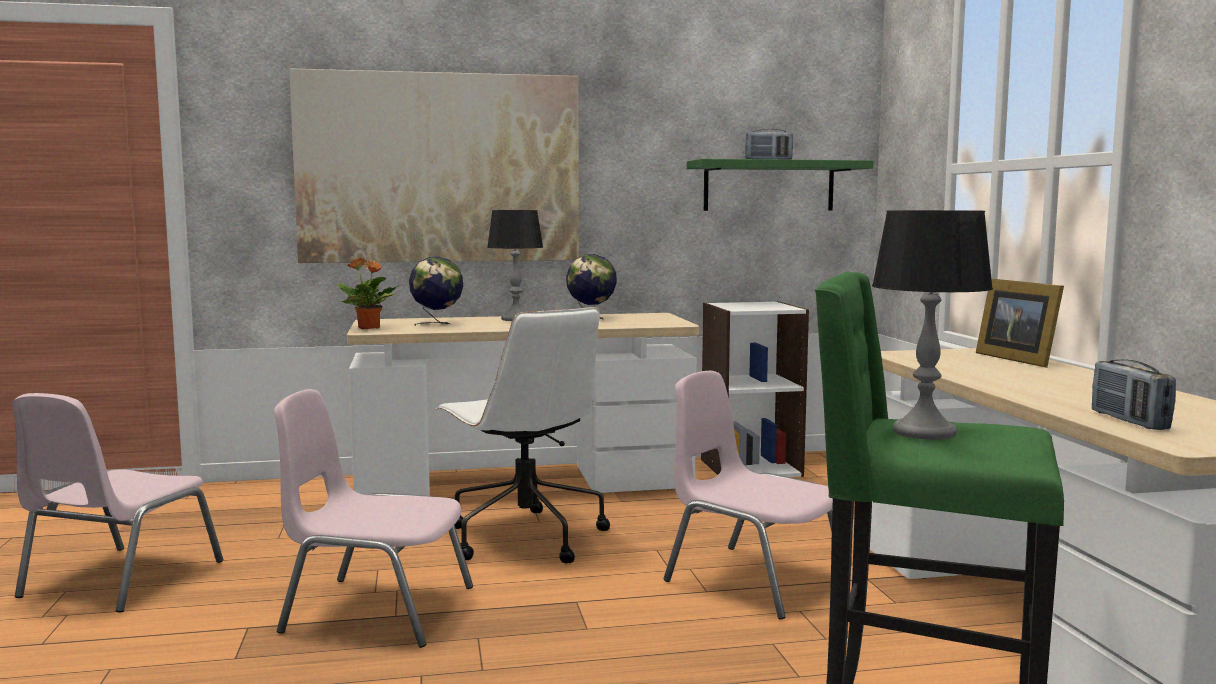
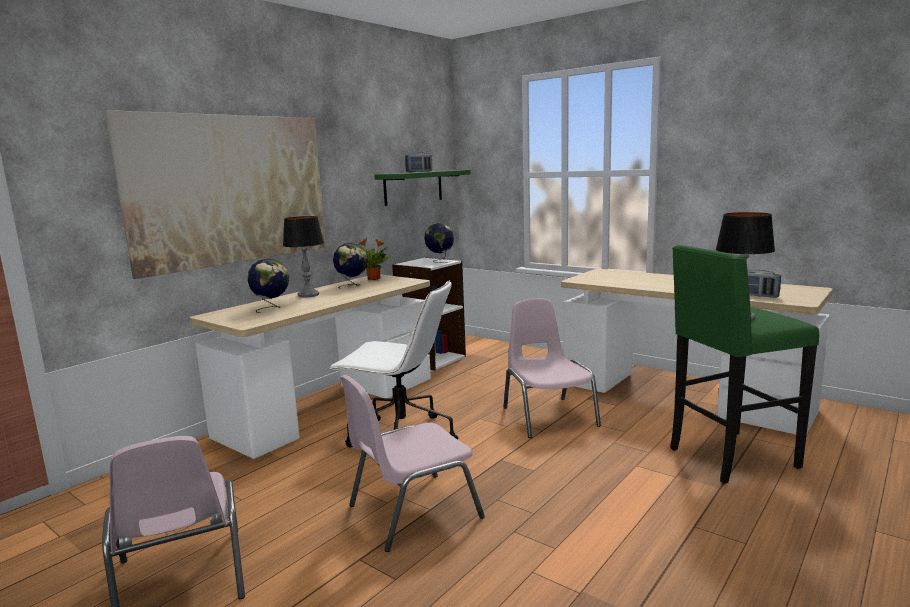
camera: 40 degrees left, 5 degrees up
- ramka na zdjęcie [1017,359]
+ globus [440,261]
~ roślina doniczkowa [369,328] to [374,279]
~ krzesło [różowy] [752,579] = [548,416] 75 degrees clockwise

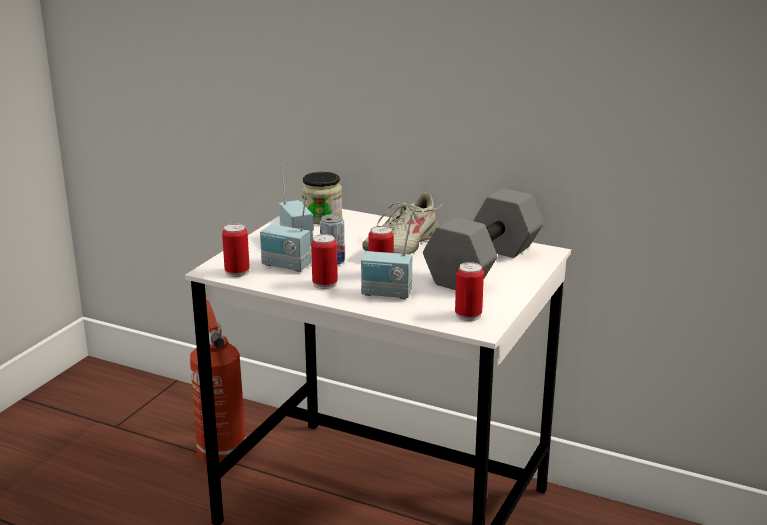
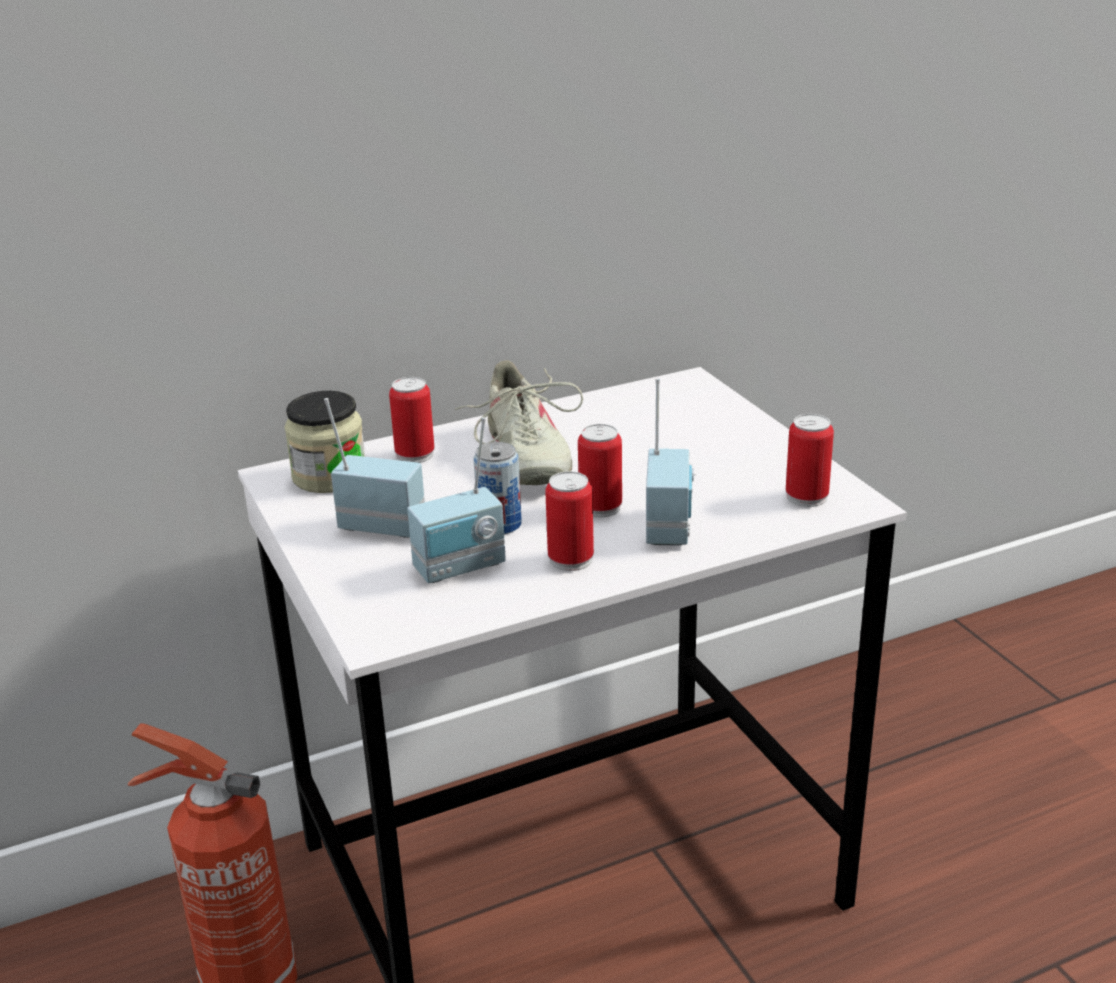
camera: 50 degrees left, 5 degrees up
- hantel [szary] [484,266]
~ puszka [237,272] to [415,454]
~ radio [386,294] = [671,527] 45 degrees counterclockwise

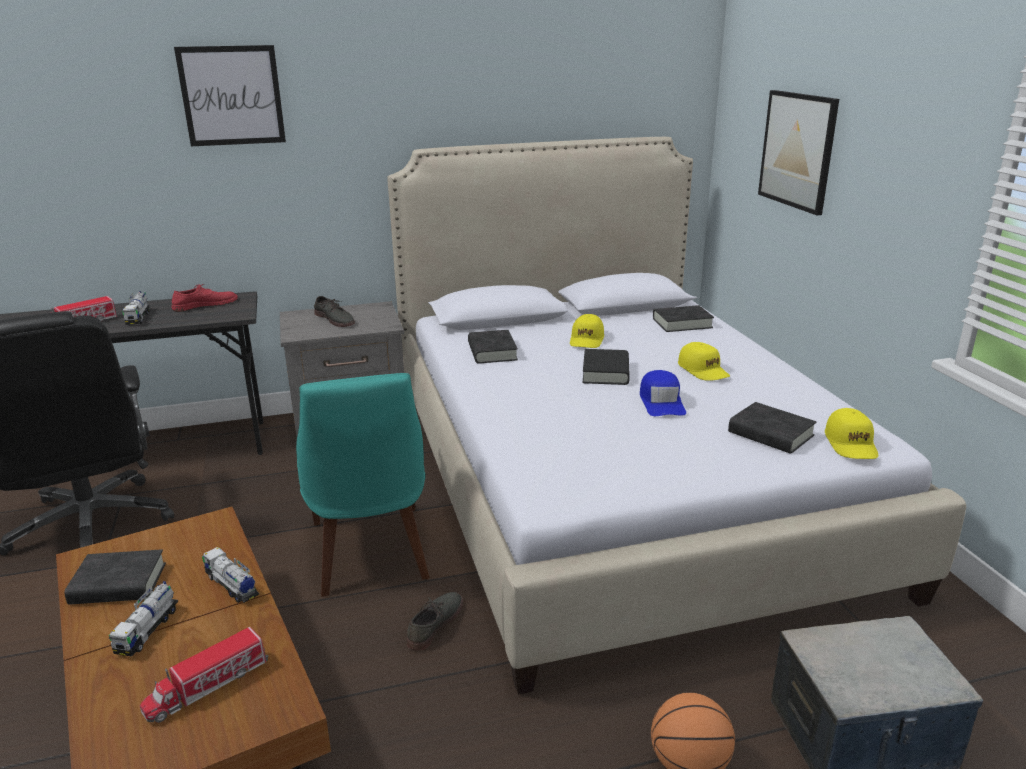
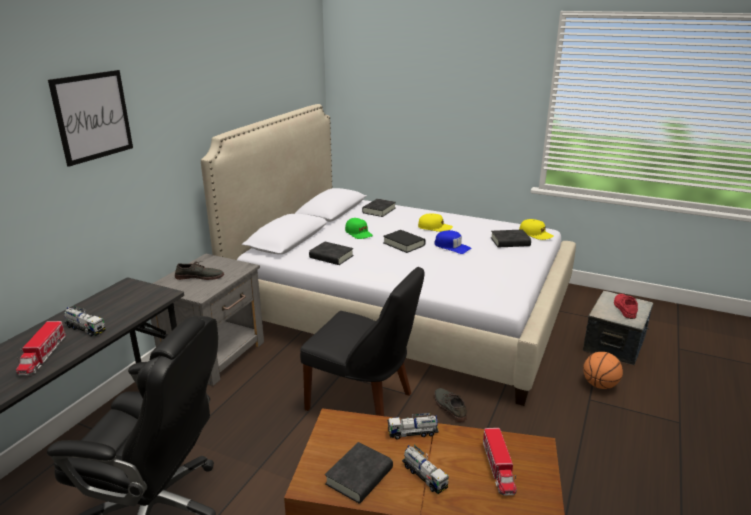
camera: 50 degrees left, 0 degrees up
- obraz [797,150]
~ but [czerwony] [205,305] to [624,308]
~ krzesło [turkusowy] [370,554] to krzesło [czarny] [364,402]
~ czapka z daszkiem [żółty] [587,340] to czapka z daszkiem [zielony] [359,233]

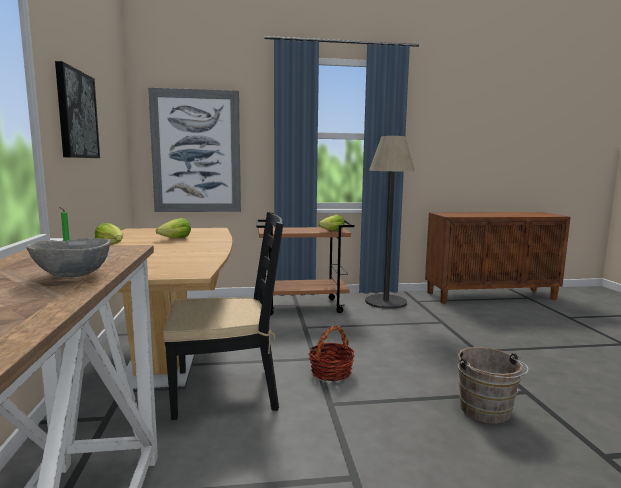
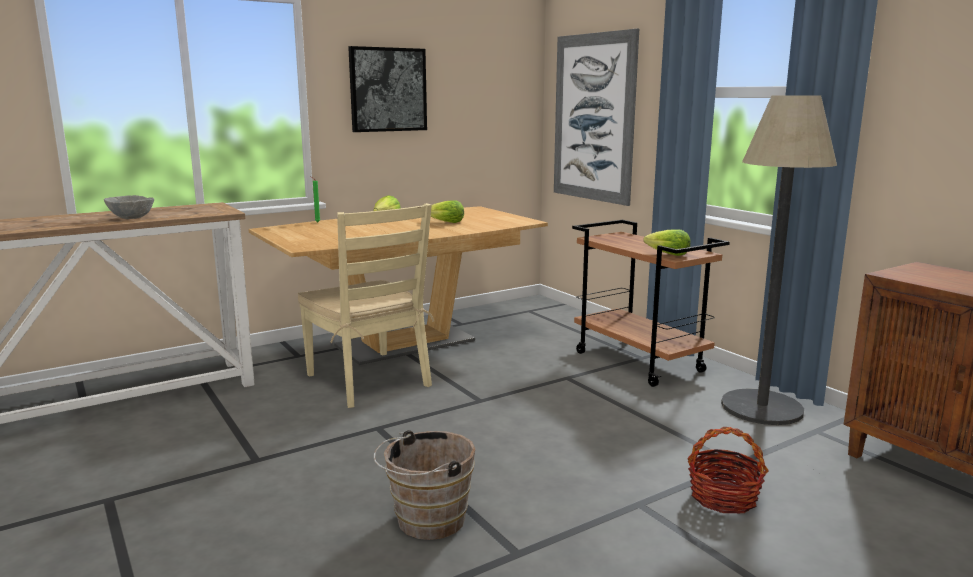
camera: 65 degrees right, 5 degrees up
~ koszyk [331,372] to [723,497]
~ krzesło [czarny] [227,391] to krzesło [beżowy] [369,380]

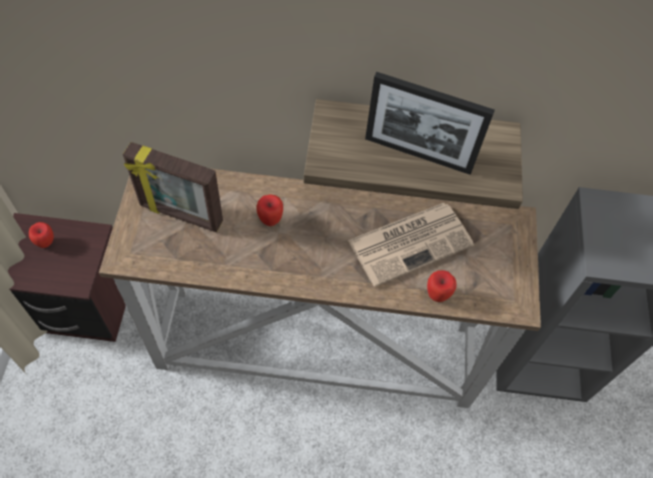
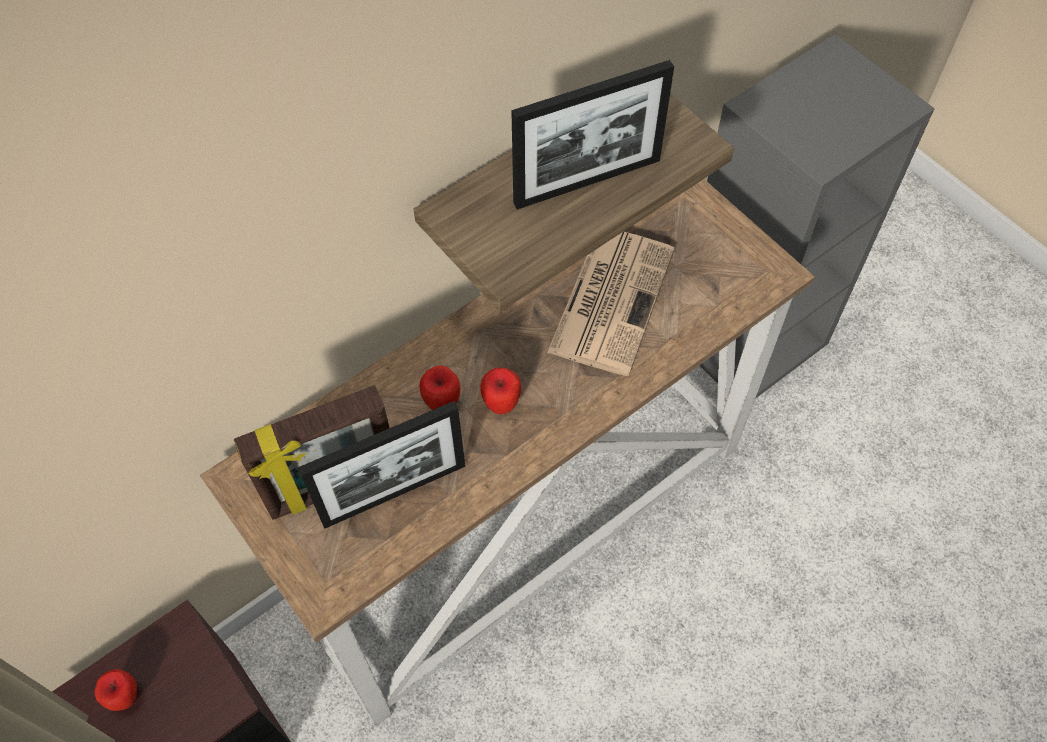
camera: 40 degrees left, 0 degrees up
+ ramka na zdjęcie [394,493]
~ jabłko [437,295] to [501,404]

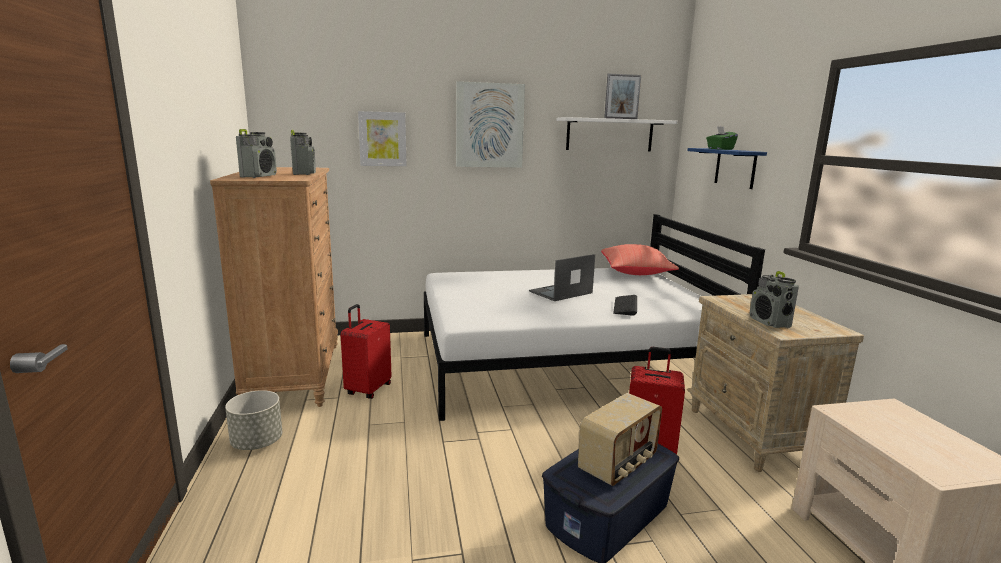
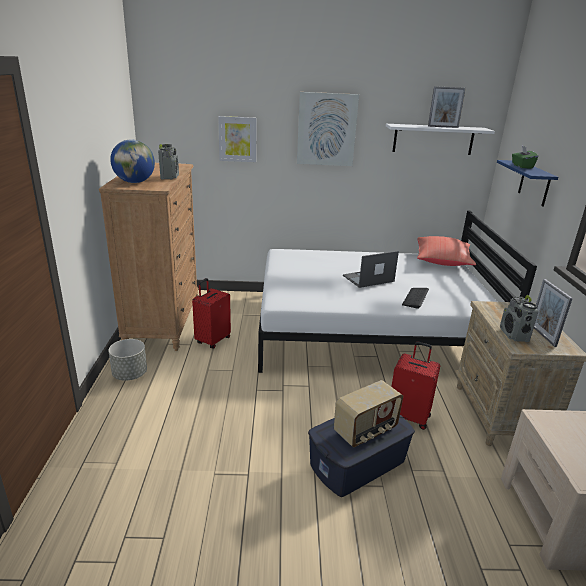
camera: 10 degrees right, 10 degrees up
+ ramka na zdjęcie [542,335]
~ radio [259,176] to globus [134,182]

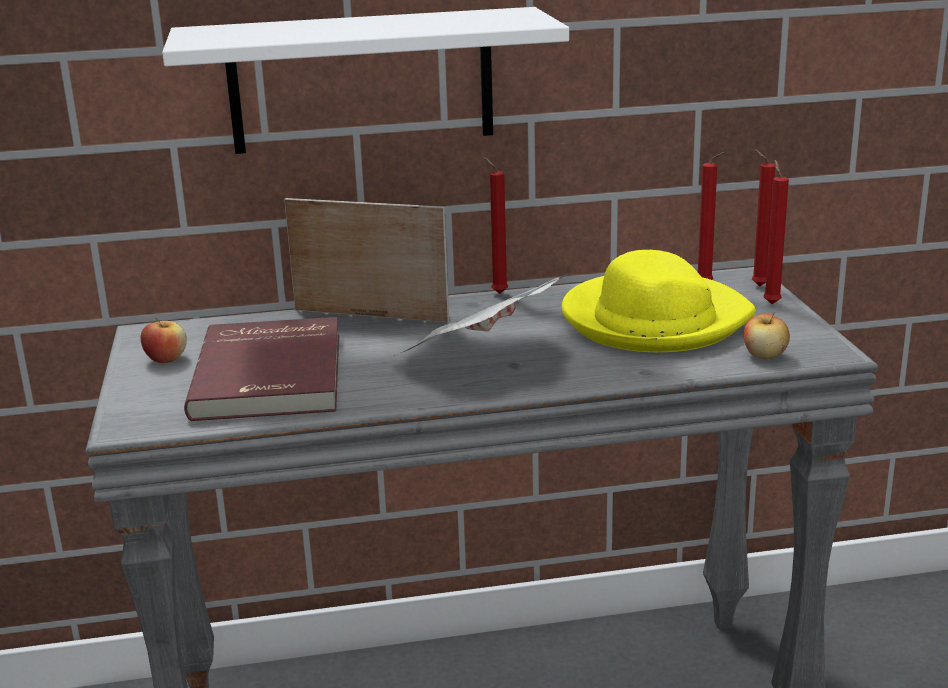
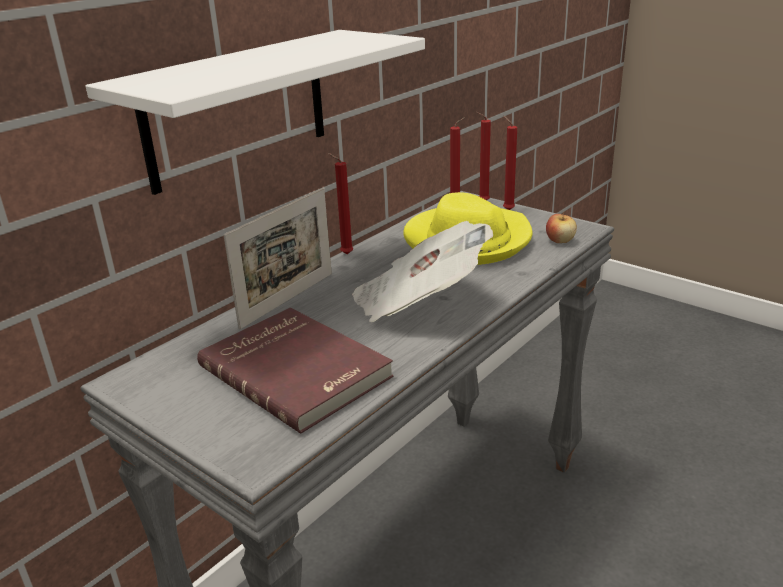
camera: 40 degrees left, 5 degrees up
- jabłko [166,359]
~ ramka na zdjęcie [370,316] = [288,299] 150 degrees clockwise

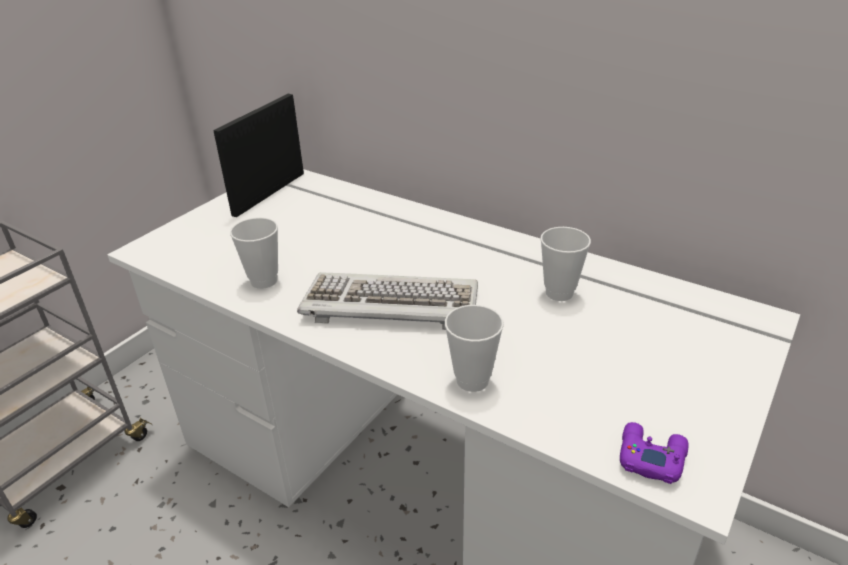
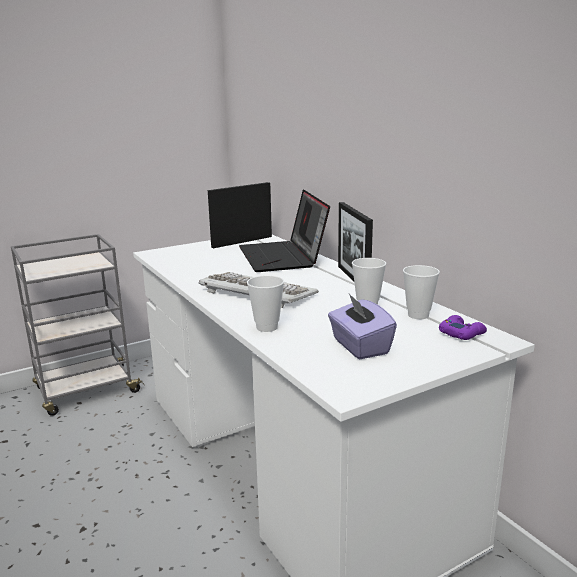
camera: 25 degrees right, 15 degrees down
+ laptop [283,257]
+ pudełko chusteczek [fioletowy] [359,346]
+ ramka na zdjęcie [353,278]
~ filiżanka [264,281] to [418,315]
~ pad do gier [fioletowy] [650,457] to [461,333]

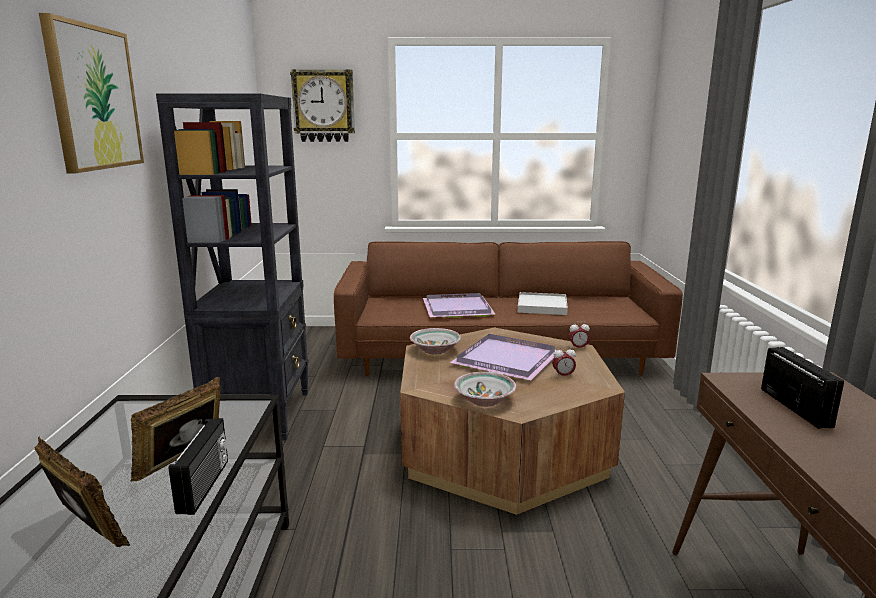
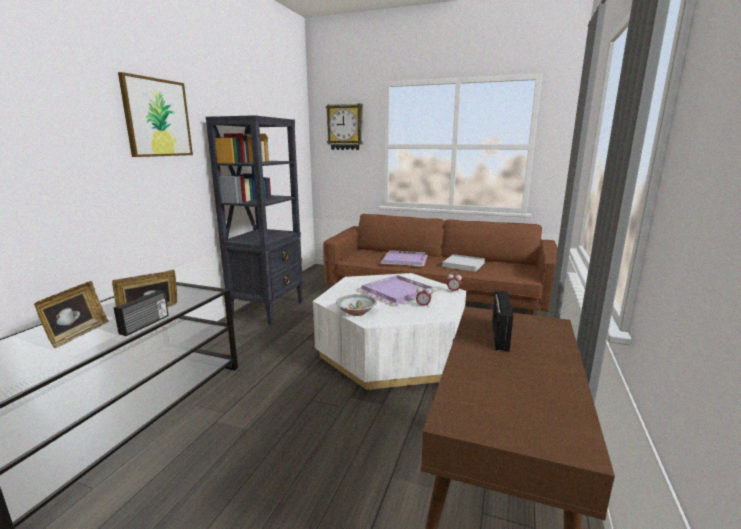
camera: 20 degrees right, 0 degrees up
- miska [435,350]
~ ława [brązowy] [502,448] to ława [biały] [391,351]
~ ramka na zdjęcie [86,532] = [77,334] 45 degrees clockwise

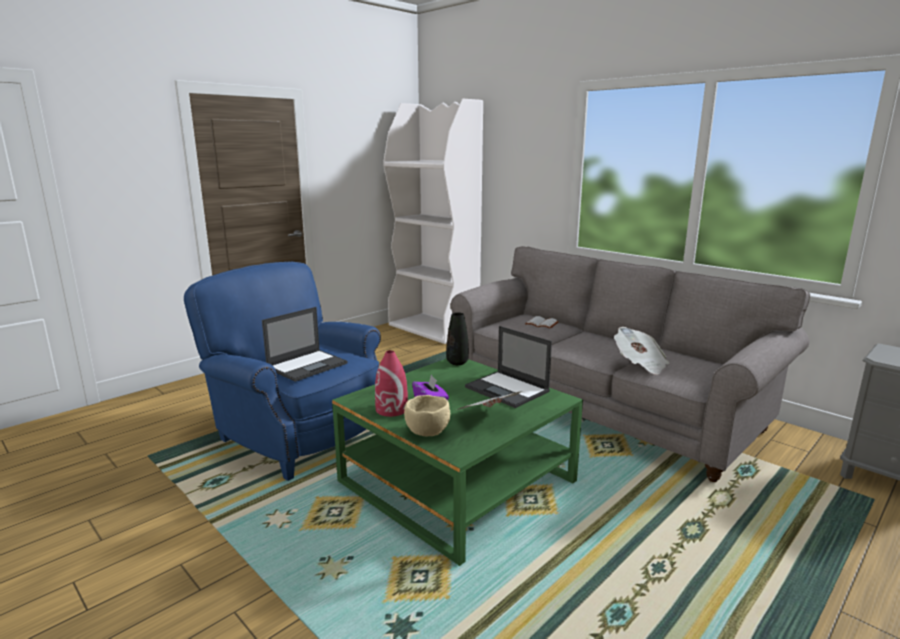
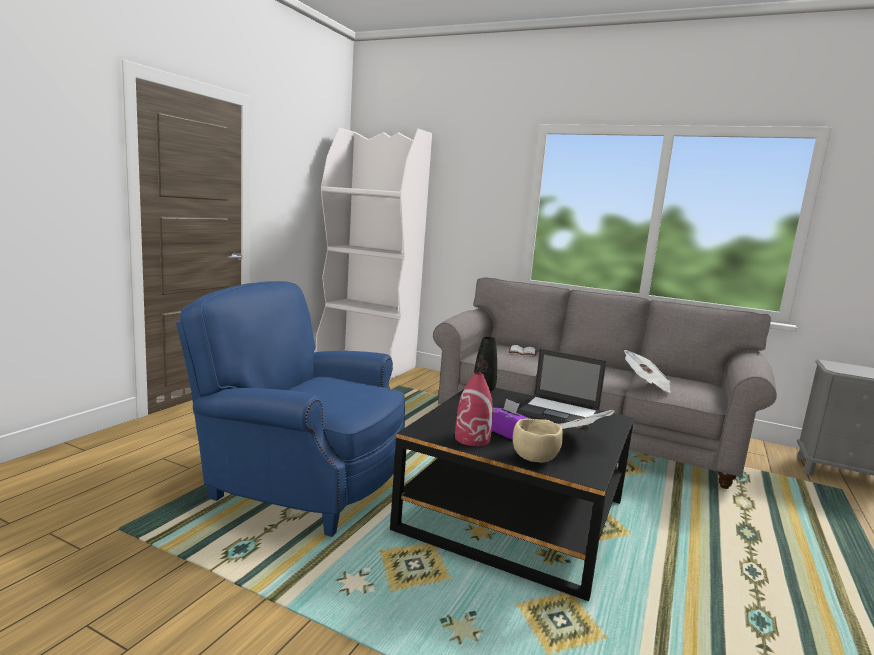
camera: 20 degrees left, 5 degrees down
- laptop [307,365]
~ ława [zielony] [457,482] to ława [czarny] [514,515]

